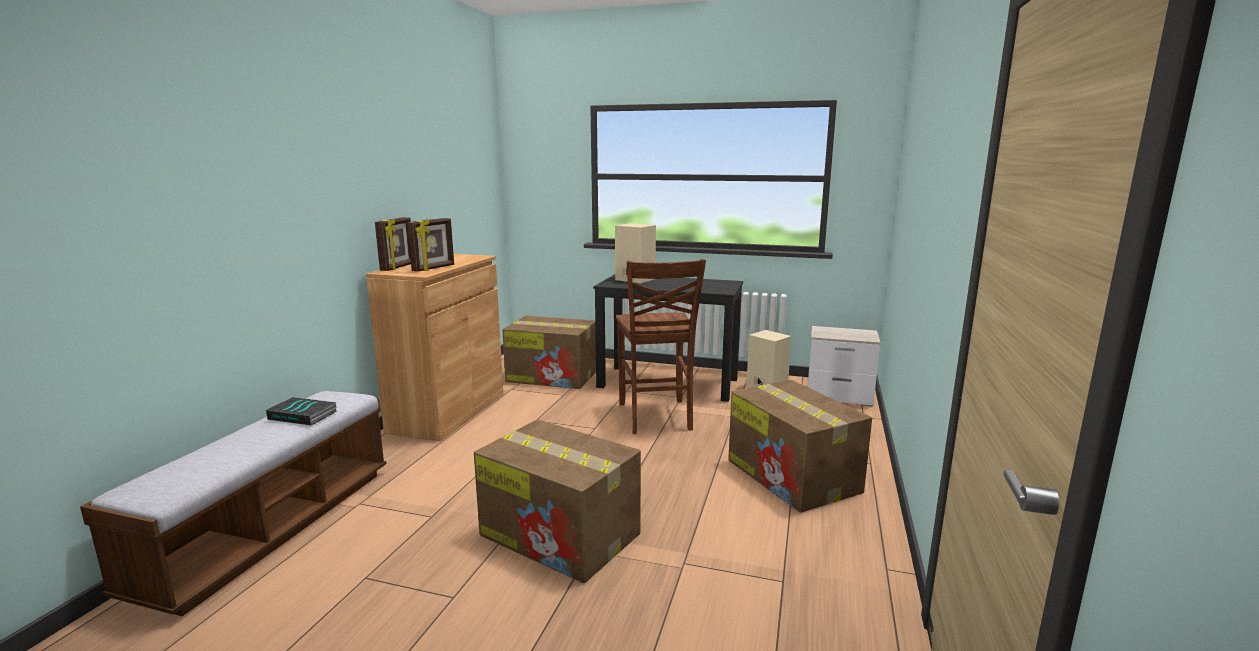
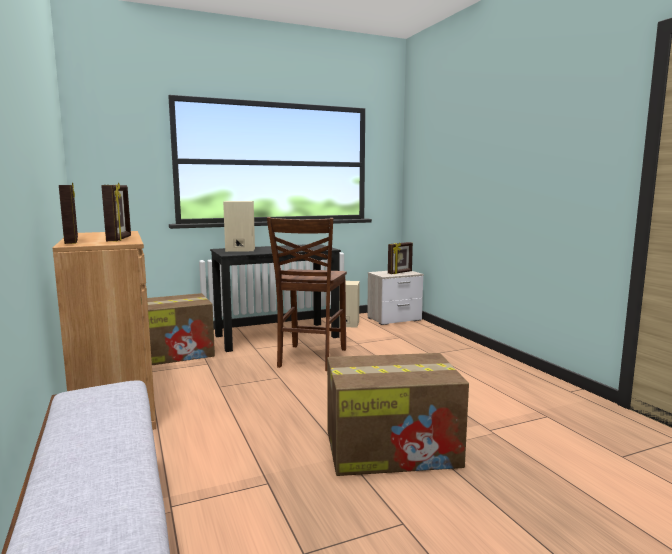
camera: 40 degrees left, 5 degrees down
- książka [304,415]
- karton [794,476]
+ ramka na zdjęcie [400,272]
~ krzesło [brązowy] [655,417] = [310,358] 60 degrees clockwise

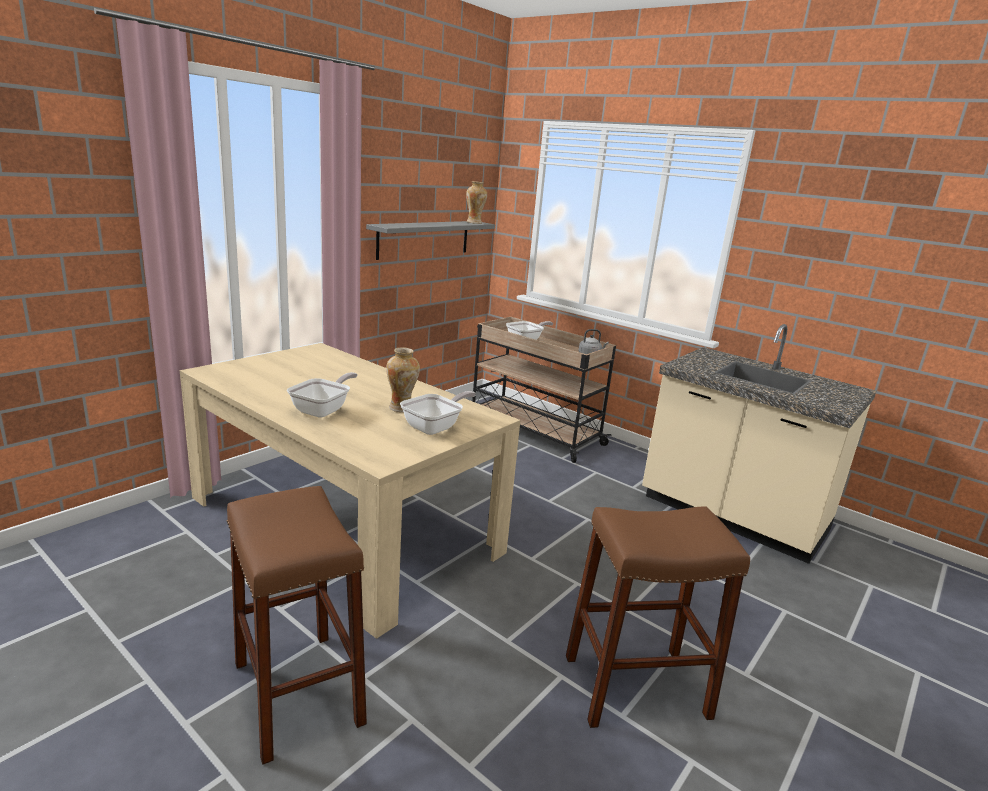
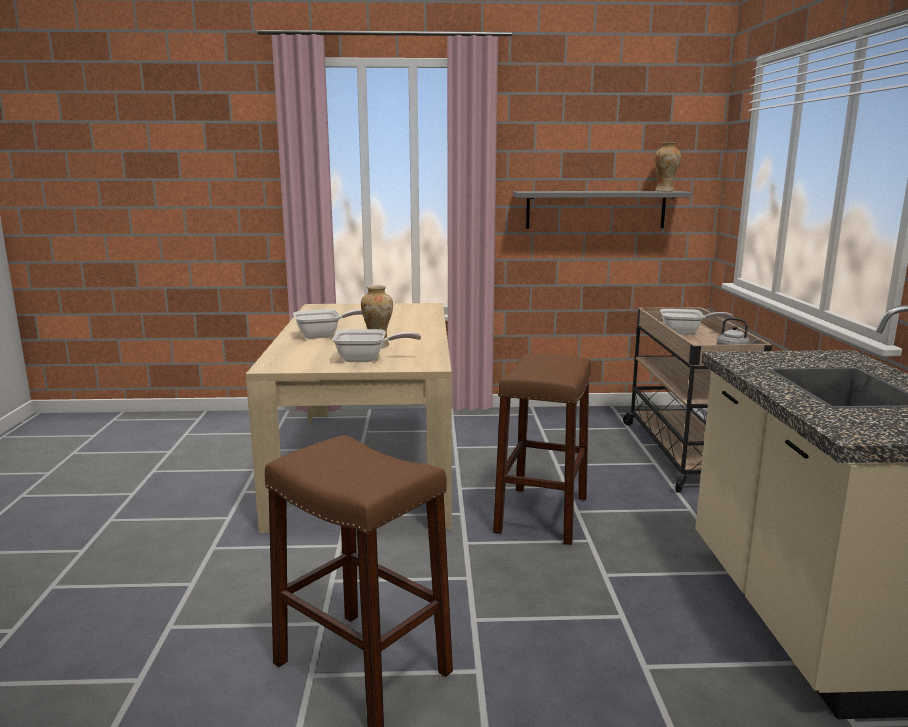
camera: 50 degrees right, 5 degrees down
~ stołek [brązowy] [298,692] to [542,514]

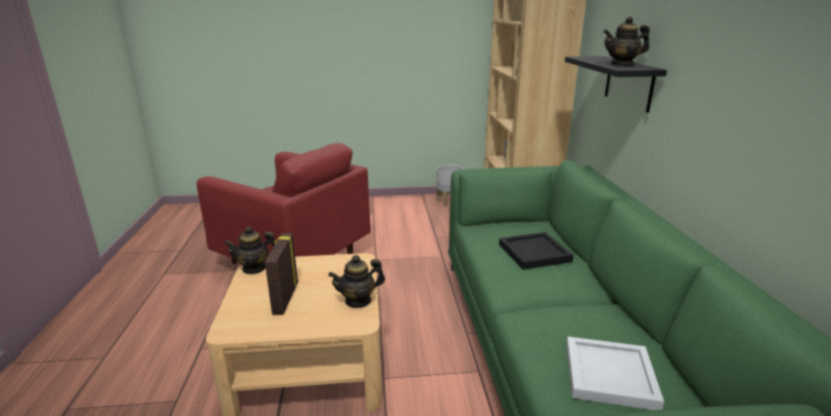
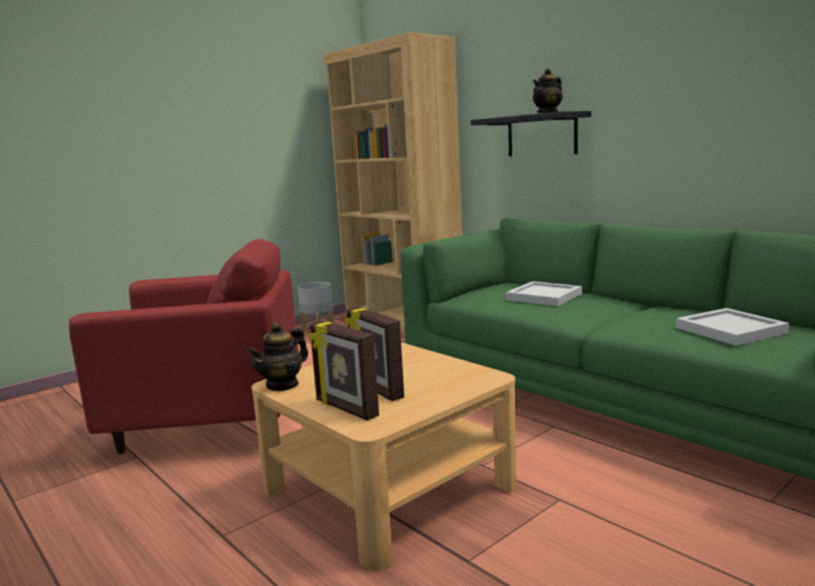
camera: 35 degrees left, 10 degrees down
- imbryk [358,301]
+ ramka na zdjęcie [345,409]
~ taca [czarny] [534,253] to taca [biały] [544,297]

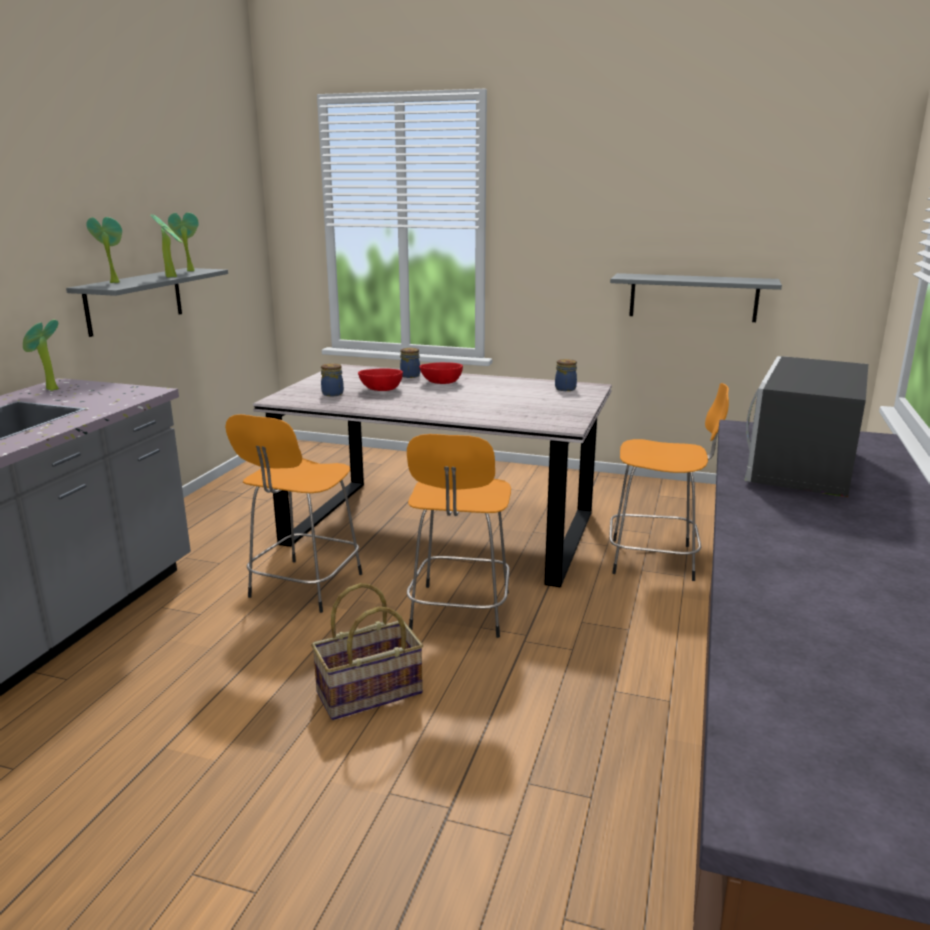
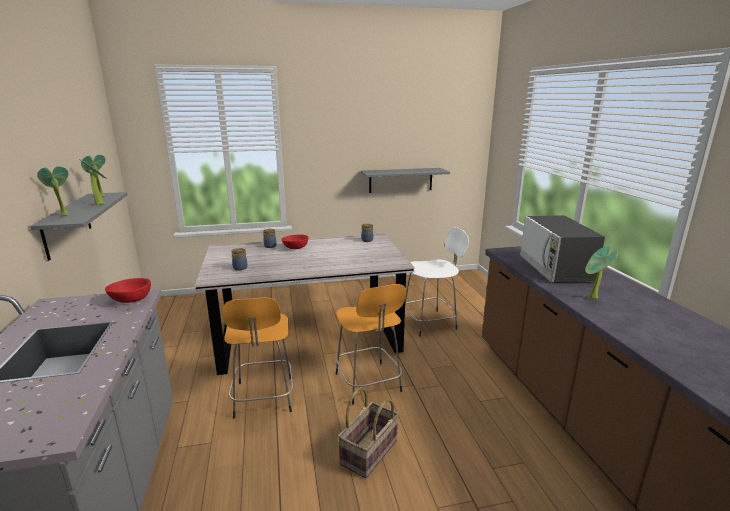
camera: 30 degrees left, 0 degrees up
~ roślina doniczkowa [49,390] to [592,299]
~ miska [czerwony] [381,390] to [132,300]
~ stołek [pomarańczowy] [656,560] to stołek [biały] [431,323]

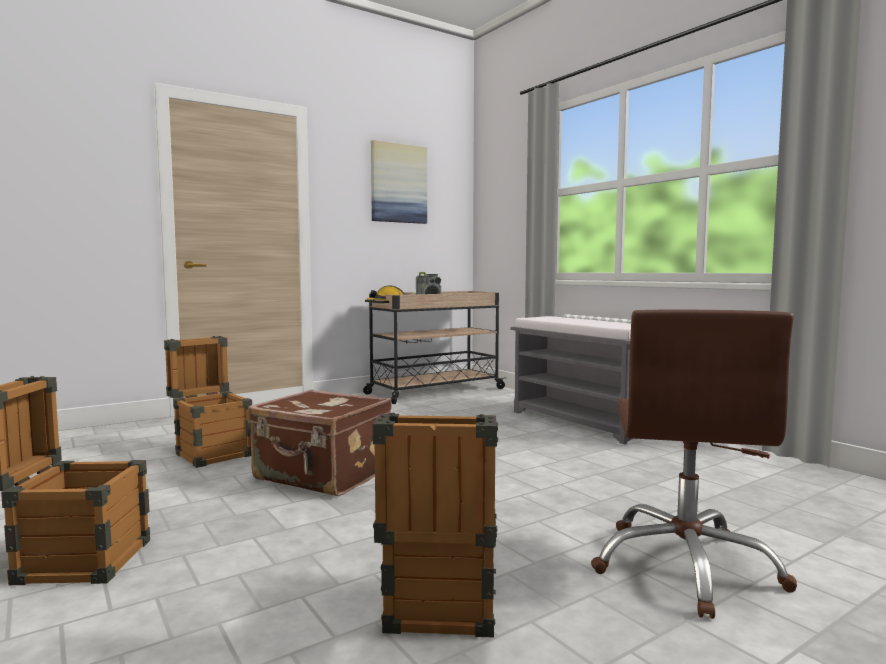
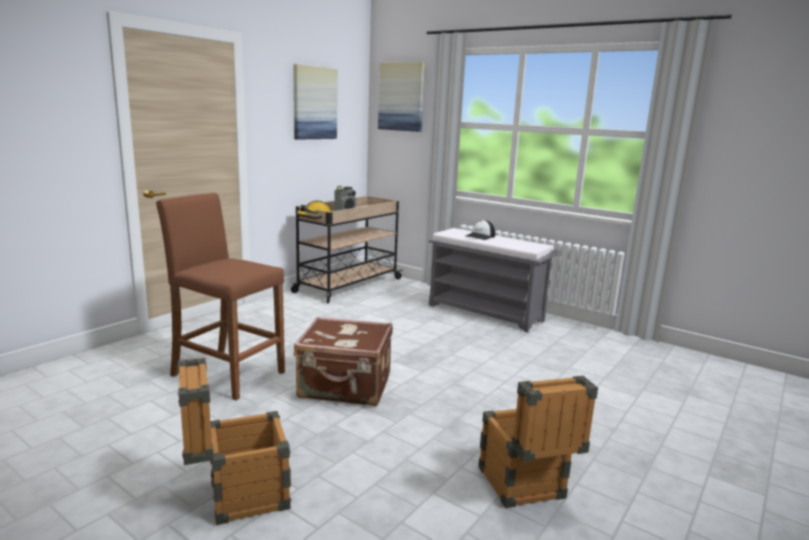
camera: 20 degrees left, 10 degrees up
- krzesło biurowe [brązowy] [686,566]
+ obraz [401,97]
+ czapka z daszkiem [480,236]
~ skrzynka [211,452] to stołek [brązowy] [227,374]

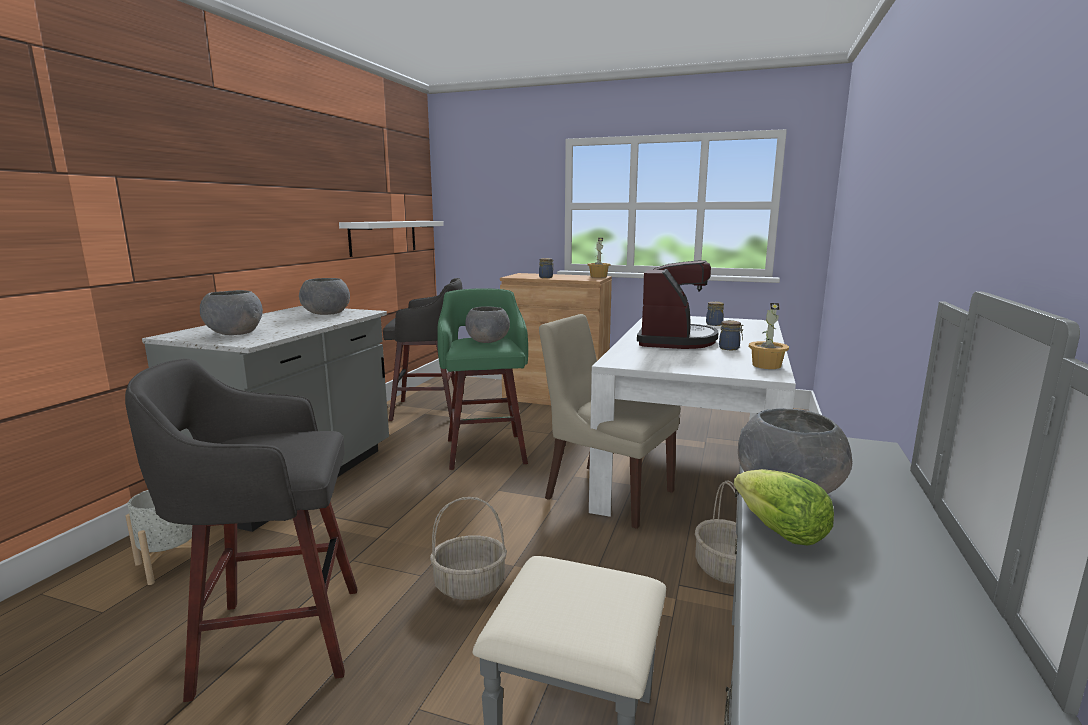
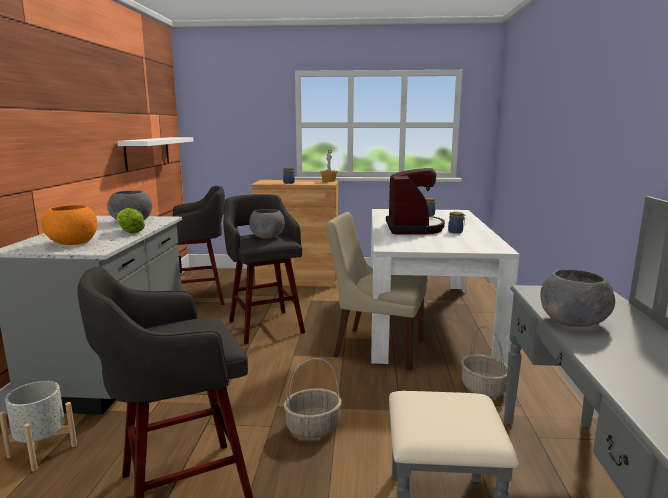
camera: 15 degrees left, 0 degrees up
- roślina doniczkowa [766,365]
~ sałata [780,532] to [130,232]
~ miska [szary] [234,333] to miska [pomarańczowy] [72,243]
~ stołek [zielony] [485,450] to stołek [szary] [265,325]

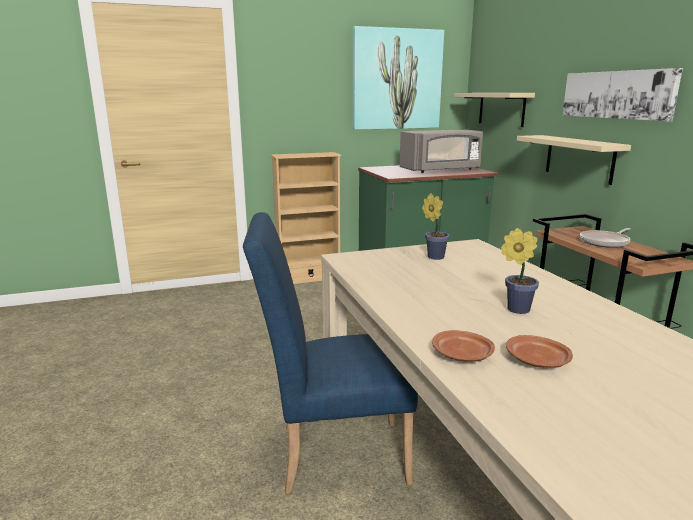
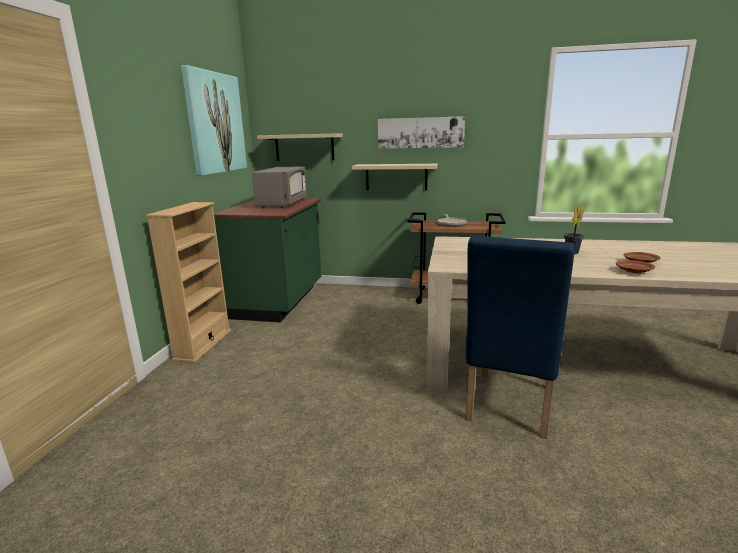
camera: 60 degrees left, 0 degrees up
- roślina doniczkowa [434,256]

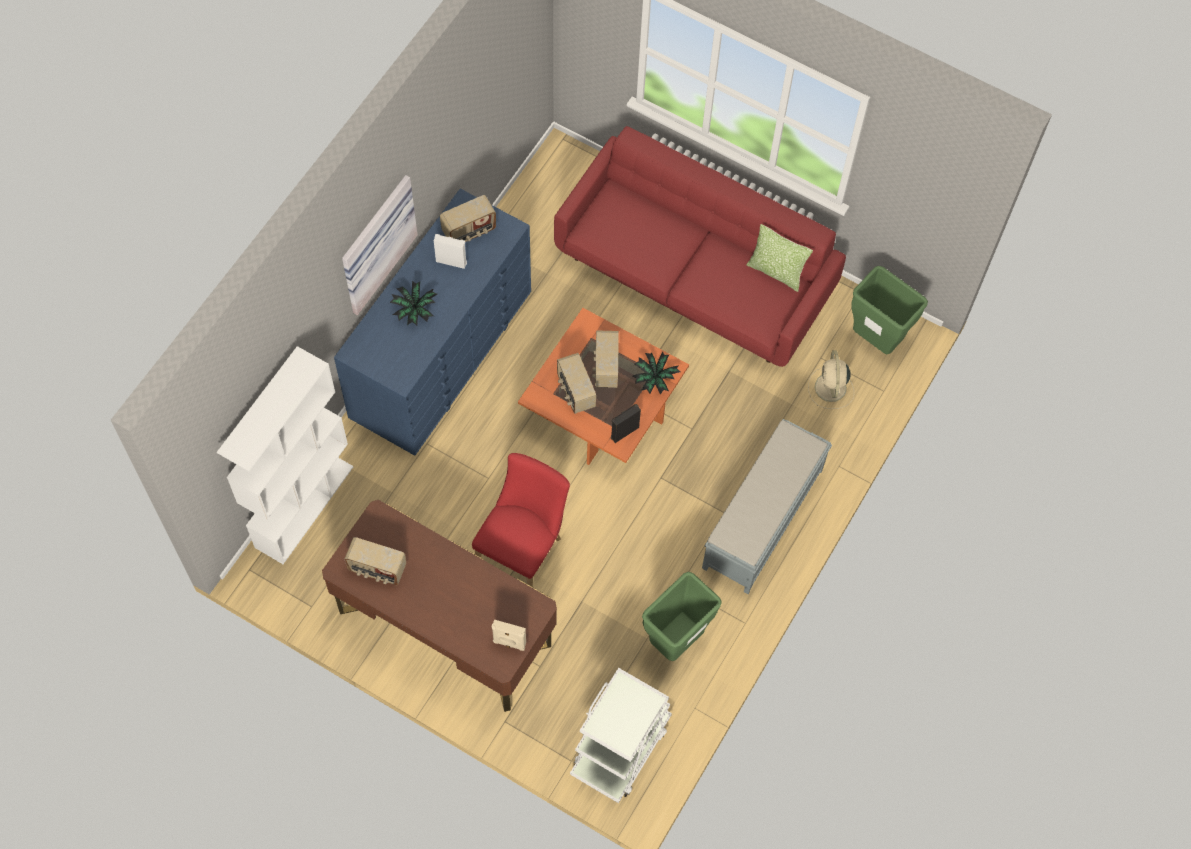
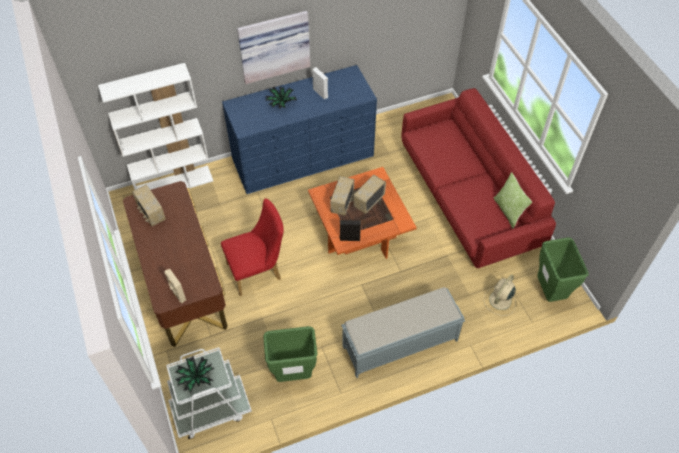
camera: 40 degrees right, 10 degrees down
- radio [469,231]
~ roślina doniczkowa [654,378] to [196,378]

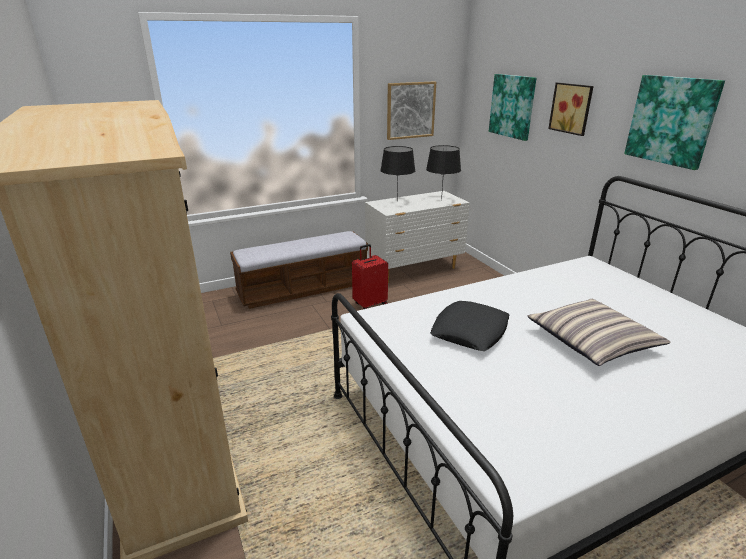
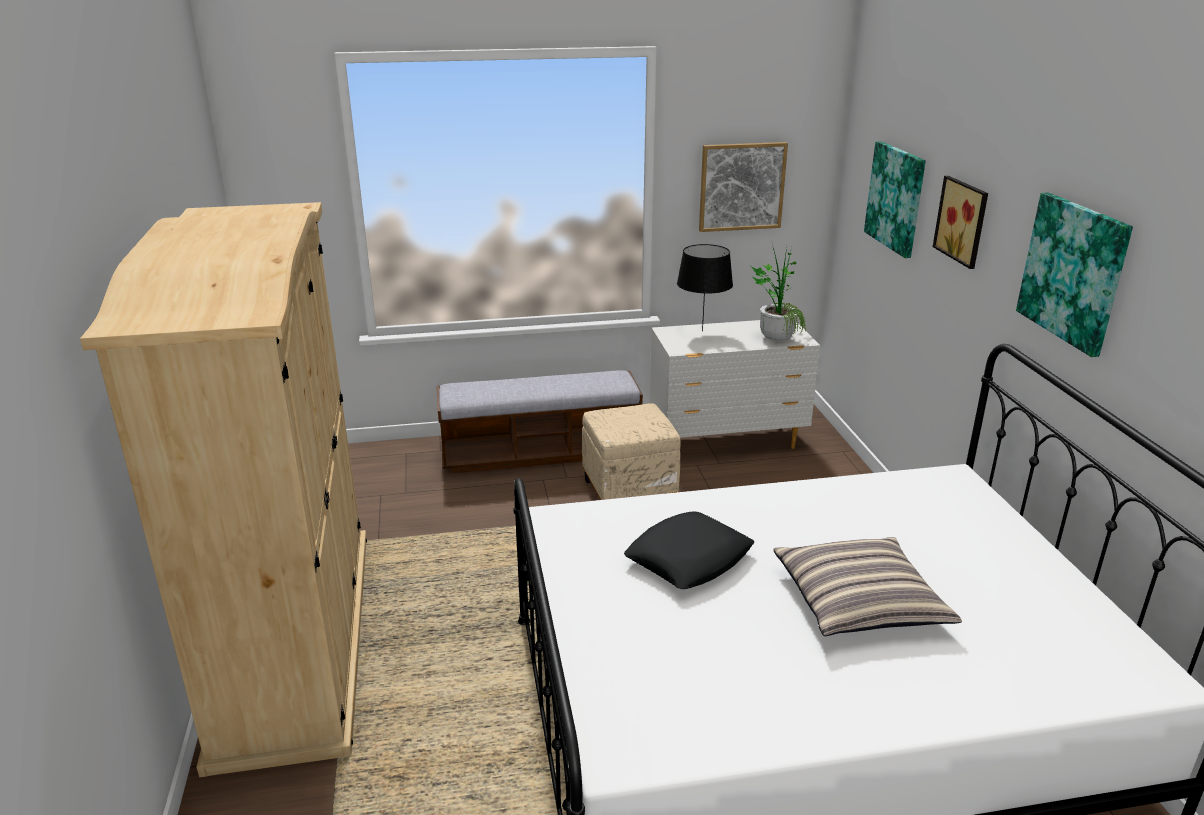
camera: 15 degrees right, 0 degrees up
~ walizka [czerwony] [370,304] to pufa [beżowy] [630,490]
~ lampa stołowa [czarny] [441,200] to roślina doniczkowa [775,336]

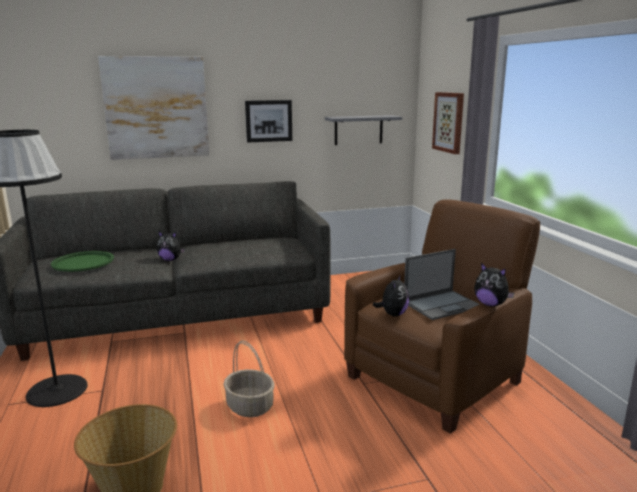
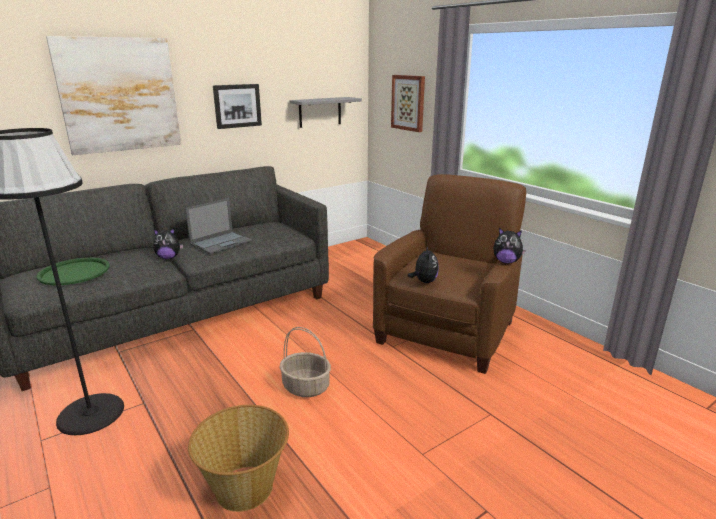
camera: 20 degrees left, 5 degrees up
~ laptop [442,305] to [221,242]

